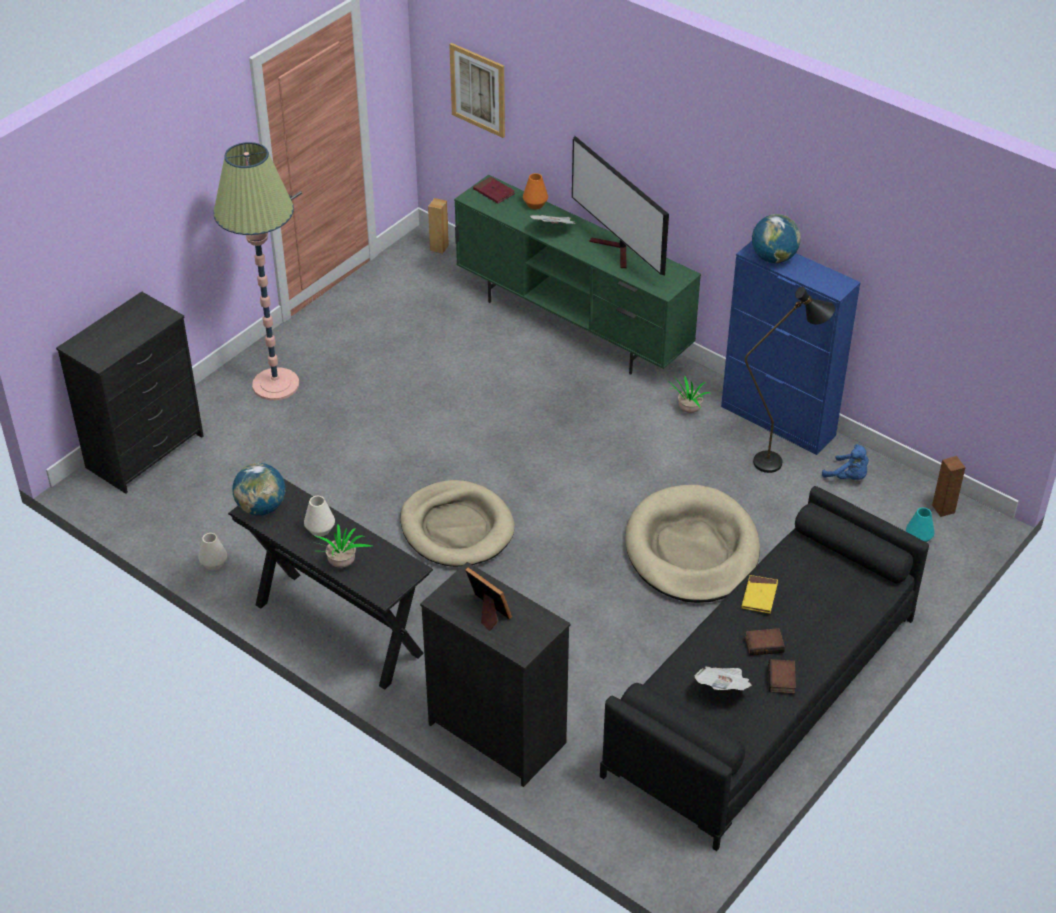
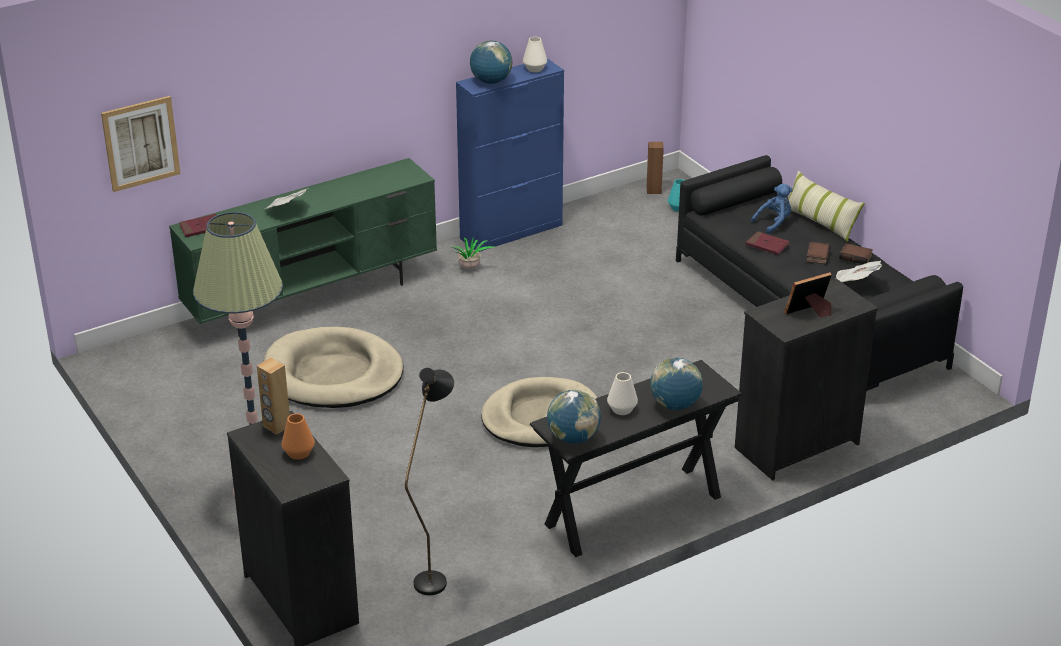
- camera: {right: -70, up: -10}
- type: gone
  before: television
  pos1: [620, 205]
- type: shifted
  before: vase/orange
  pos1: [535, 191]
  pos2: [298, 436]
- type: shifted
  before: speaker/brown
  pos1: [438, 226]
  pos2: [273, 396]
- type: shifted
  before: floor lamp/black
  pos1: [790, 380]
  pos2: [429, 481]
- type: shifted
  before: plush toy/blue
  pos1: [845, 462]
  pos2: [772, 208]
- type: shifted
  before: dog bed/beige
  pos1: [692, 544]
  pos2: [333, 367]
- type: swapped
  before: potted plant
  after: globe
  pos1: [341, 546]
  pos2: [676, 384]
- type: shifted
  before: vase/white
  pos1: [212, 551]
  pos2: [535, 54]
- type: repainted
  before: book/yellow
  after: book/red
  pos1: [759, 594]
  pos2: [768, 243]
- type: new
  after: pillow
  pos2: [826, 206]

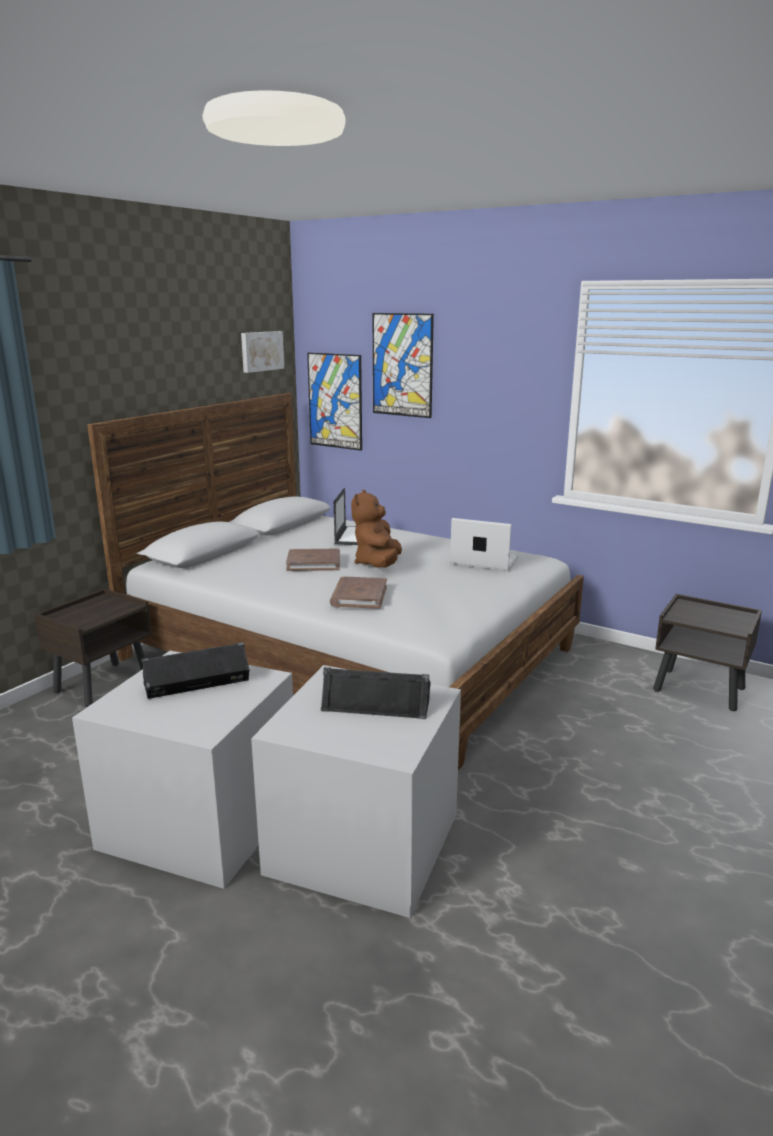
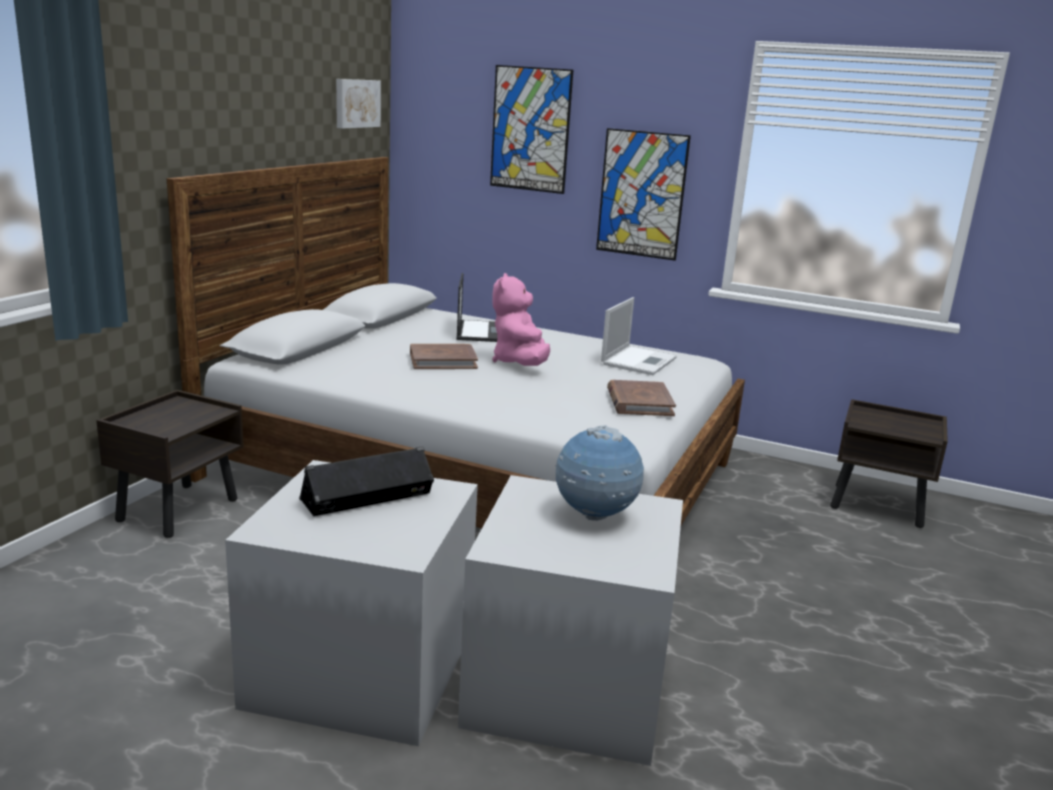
- camera: {right: -10, up: 0}
- type: shifted
  before: picture
  pos1: [334, 402]
  pos2: [643, 194]
- type: repainted
  before: plush toy/brown
  after: plush toy/pink
  pos1: [376, 529]
  pos2: [521, 319]
- type: rotated
  before: laptop
  pos1: [484, 544]
  pos2: [639, 336]
  turn: 105
- type: shifted
  before: book/brown
  pos1: [358, 593]
  pos2: [641, 398]
- type: swapped
  before: speaker/black
  after: globe
  pos1: [376, 693]
  pos2: [600, 473]

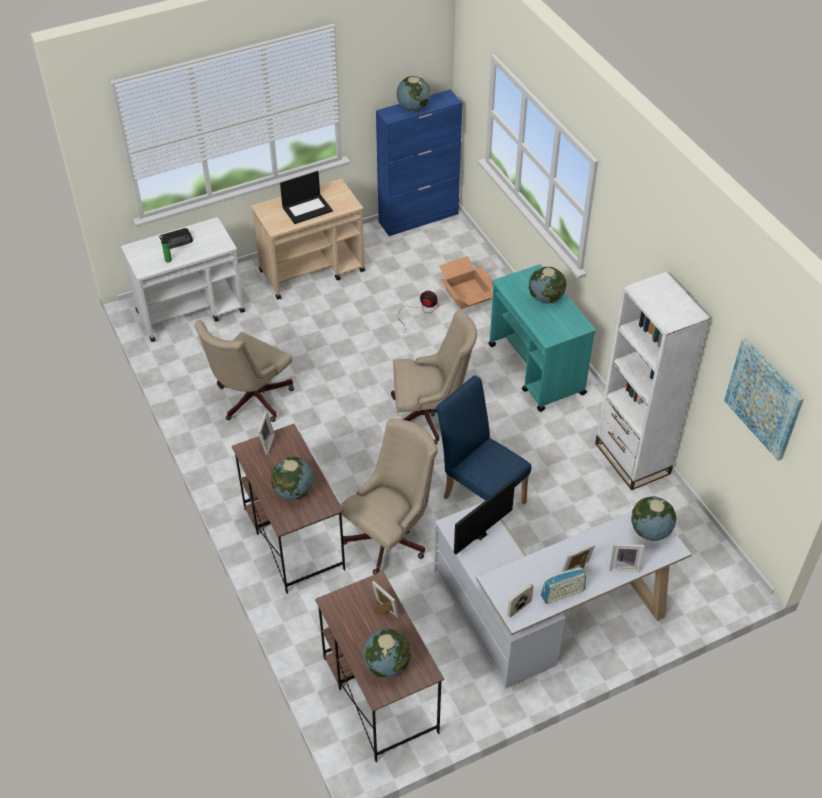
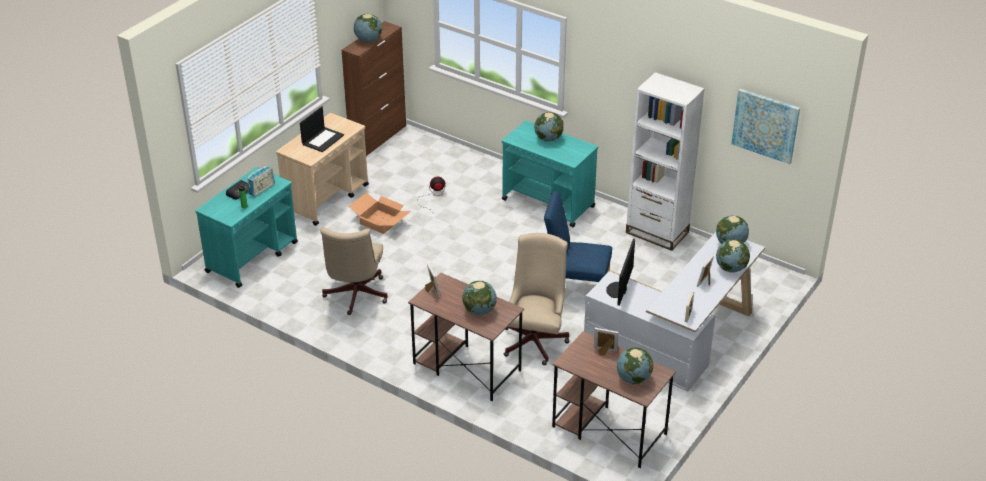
- camera: {right: -30, up: -10}
- type: repainted
  before: cabinet/blue
  after: cabinet/brown
  pos1: [419, 162]
  pos2: [374, 88]
- type: repainted
  before: cart/white
  after: cart/turquoise
  pos1: [183, 279]
  pos2: [246, 227]
- type: shifted
  before: cardboard box
  pos1: [466, 282]
  pos2: [380, 213]
- type: gone
  before: office chair/beige
  pos1: [434, 377]
- type: swapped
  before: picture frame
  after: globe
  pos1: [626, 558]
  pos2: [733, 255]
- type: shifted
  before: radio
  pos1: [563, 585]
  pos2: [261, 181]

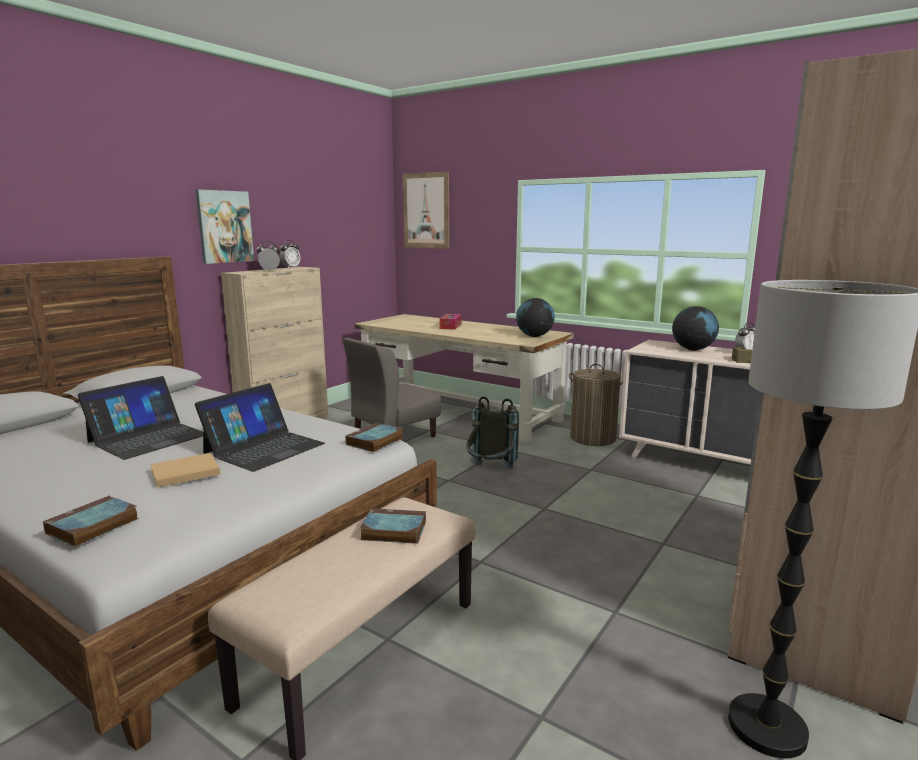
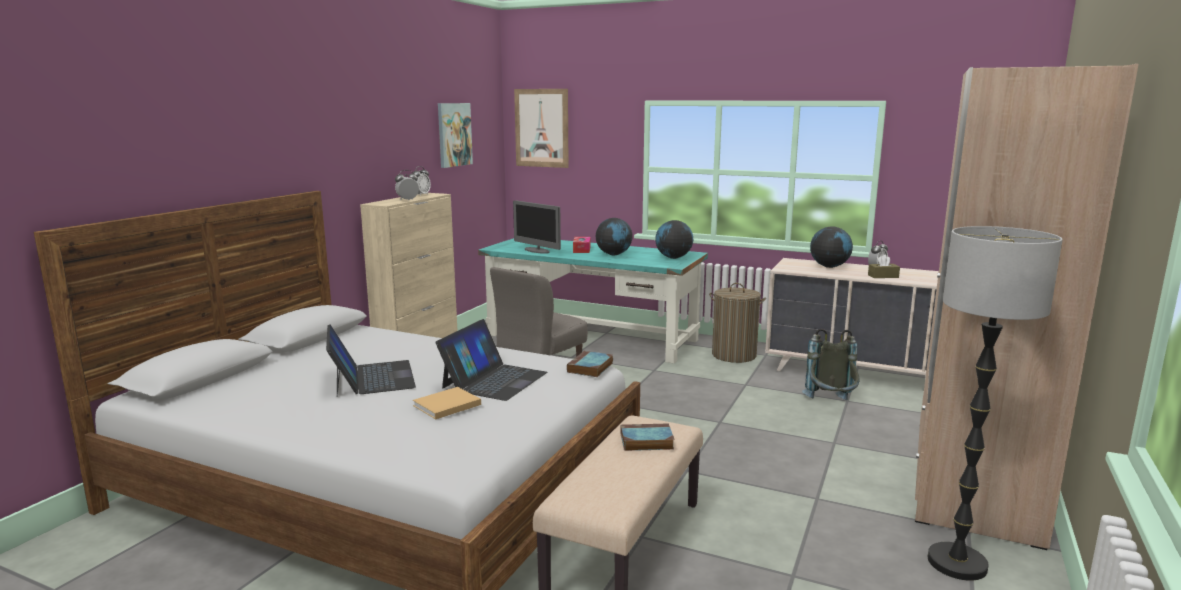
- camera: {right: -10, up: 0}
- type: shifted
  before: picture
  pos1: [225, 226]
  pos2: [455, 135]
- type: repainted
  before: desk/beige
  after: desk/turquoise
  pos1: [464, 378]
  pos2: [593, 301]
- type: rotated
  before: laptop
  pos1: [140, 418]
  pos2: [371, 360]
  turn: -45
- type: shifted
  before: backpack/grey
  pos1: [492, 432]
  pos2: [831, 364]
- type: gone
  before: book
  pos1: [91, 521]
- type: new
  after: monitor
  pos2: [537, 227]
- type: new
  after: globe
  pos2: [614, 236]

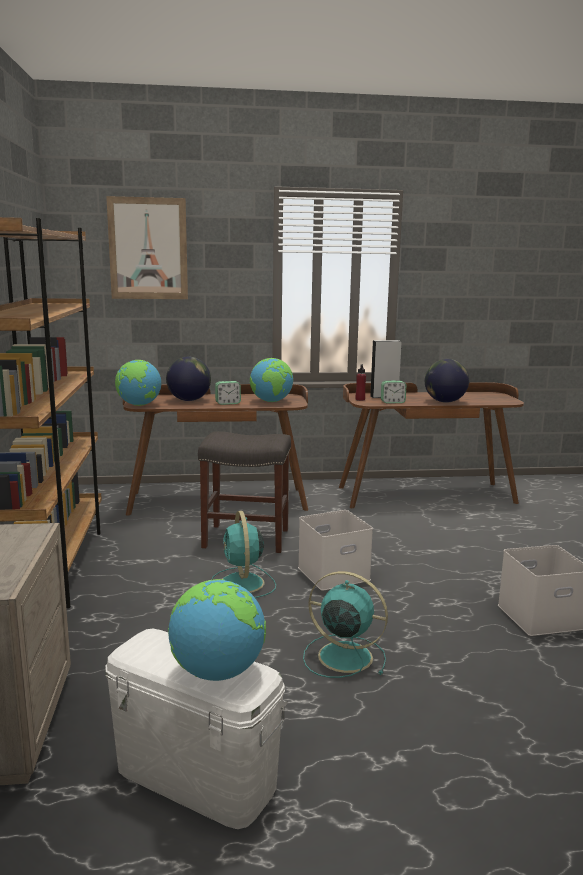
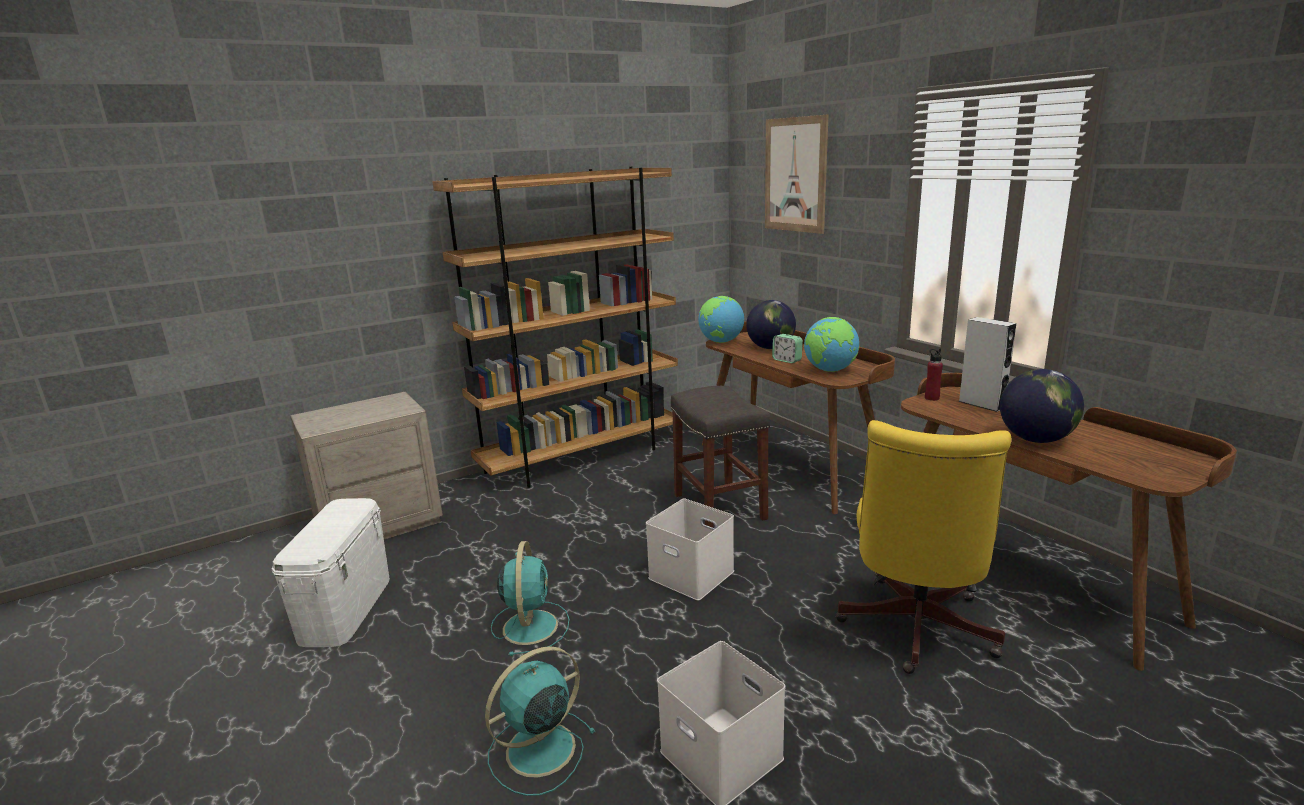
- camera: {right: 65, up: 5}
- type: gone
  before: alarm clock
  pos1: [393, 392]
- type: shifted
  before: fan/turquoise
  pos1: [243, 554]
  pos2: [540, 721]
- type: gone
  before: globe
  pos1: [217, 630]
- type: new
  after: office chair/yellow
  pos2: [923, 547]

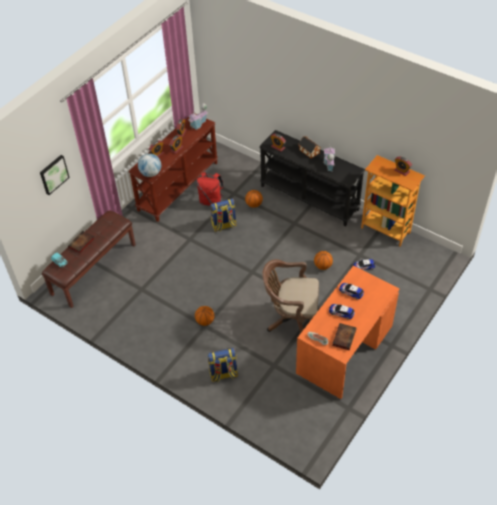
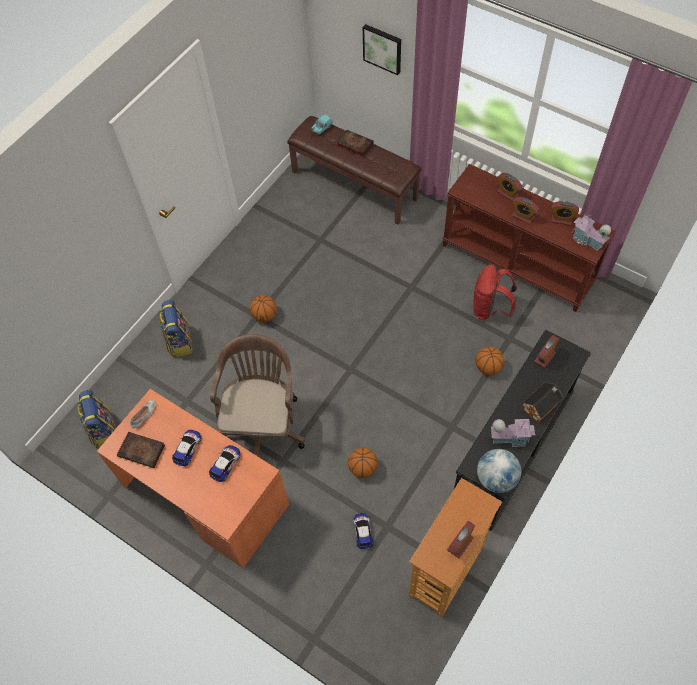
- camera: {right: 90, up: 10}
- type: shifted
  before: globe
  pos1: [149, 165]
  pos2: [499, 471]
- type: shifted
  before: backpack
  pos1: [223, 215]
  pos2: [97, 419]

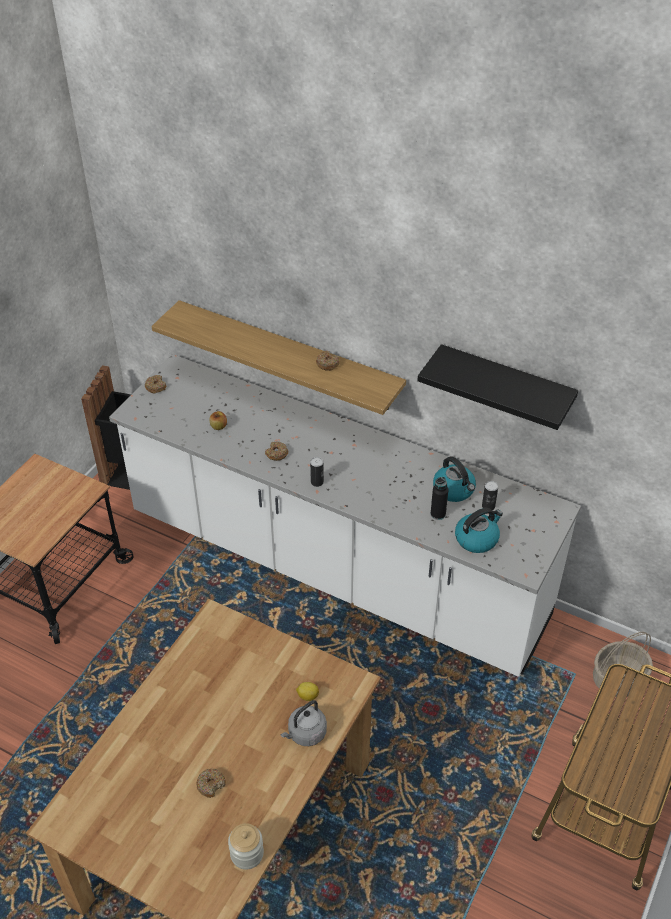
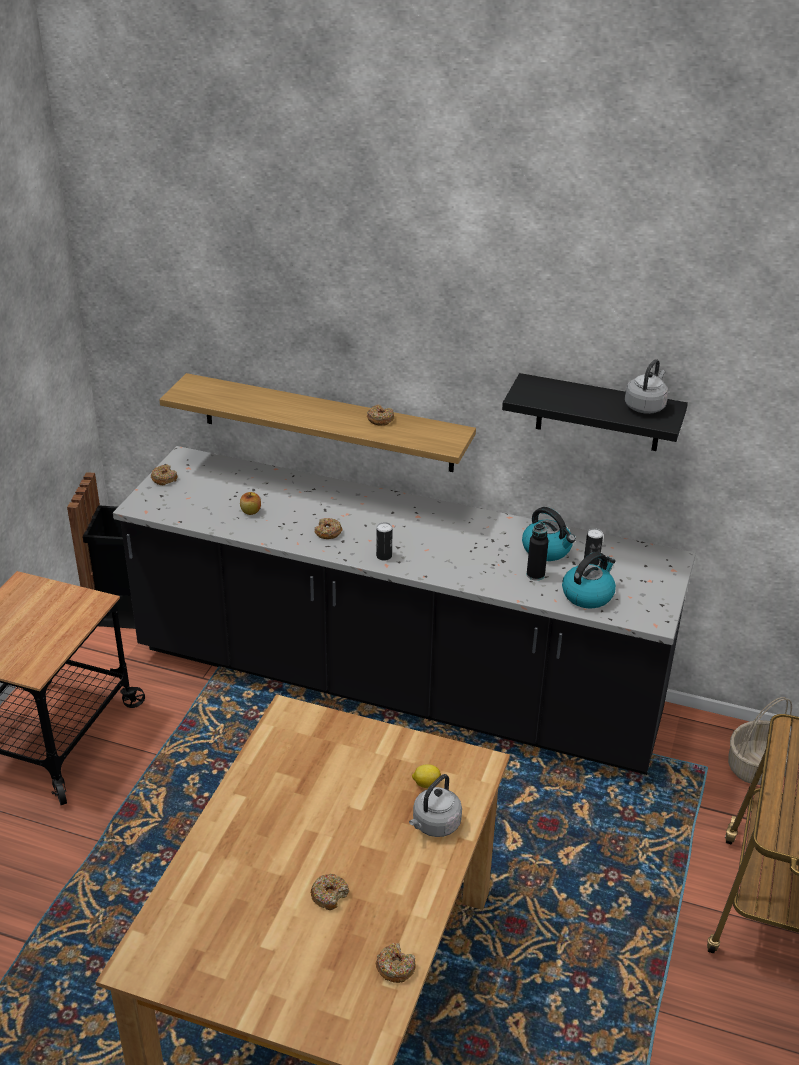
- camera: {right: -10, up: -10}
- type: repainted
  before: counter/white
  after: counter/black
  pos1: [345, 515]
  pos2: [404, 610]
- type: swapped
  before: jar
  after: donut
  pos1: [246, 846]
  pos2: [396, 963]
- type: new
  after: kettle/grey
  pos2: [646, 386]

